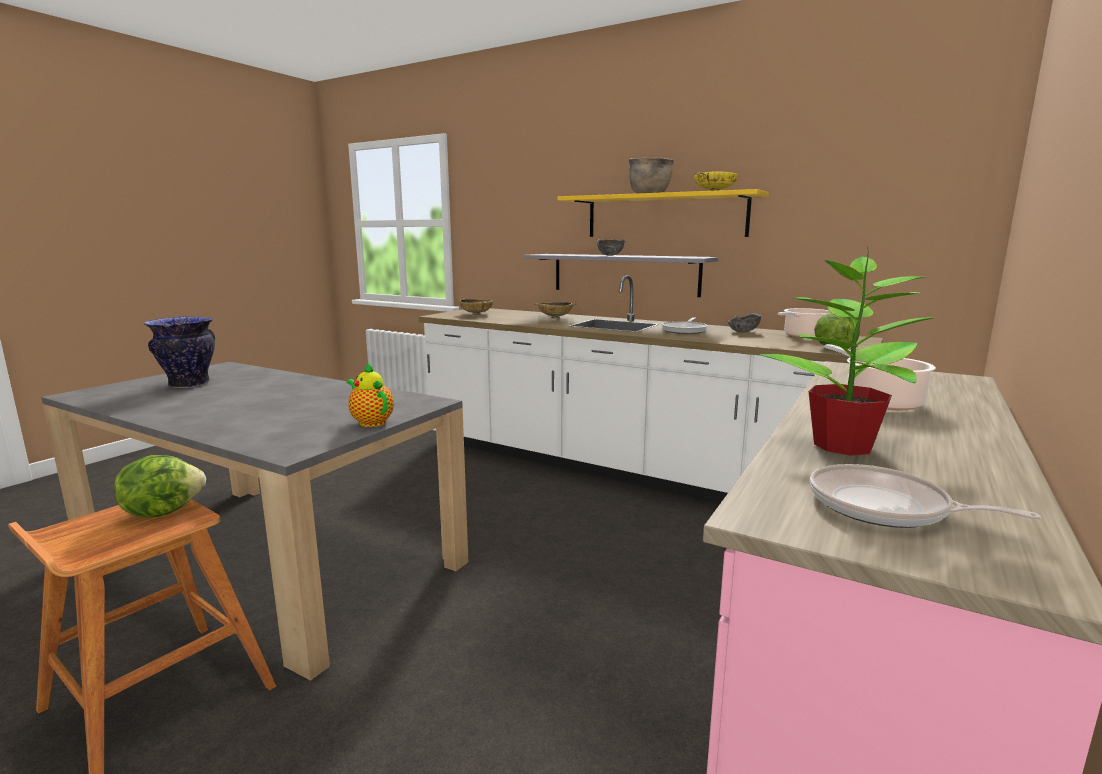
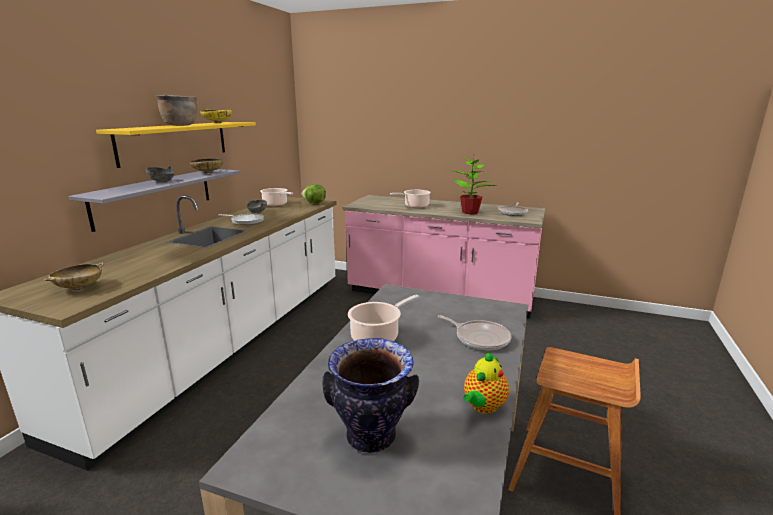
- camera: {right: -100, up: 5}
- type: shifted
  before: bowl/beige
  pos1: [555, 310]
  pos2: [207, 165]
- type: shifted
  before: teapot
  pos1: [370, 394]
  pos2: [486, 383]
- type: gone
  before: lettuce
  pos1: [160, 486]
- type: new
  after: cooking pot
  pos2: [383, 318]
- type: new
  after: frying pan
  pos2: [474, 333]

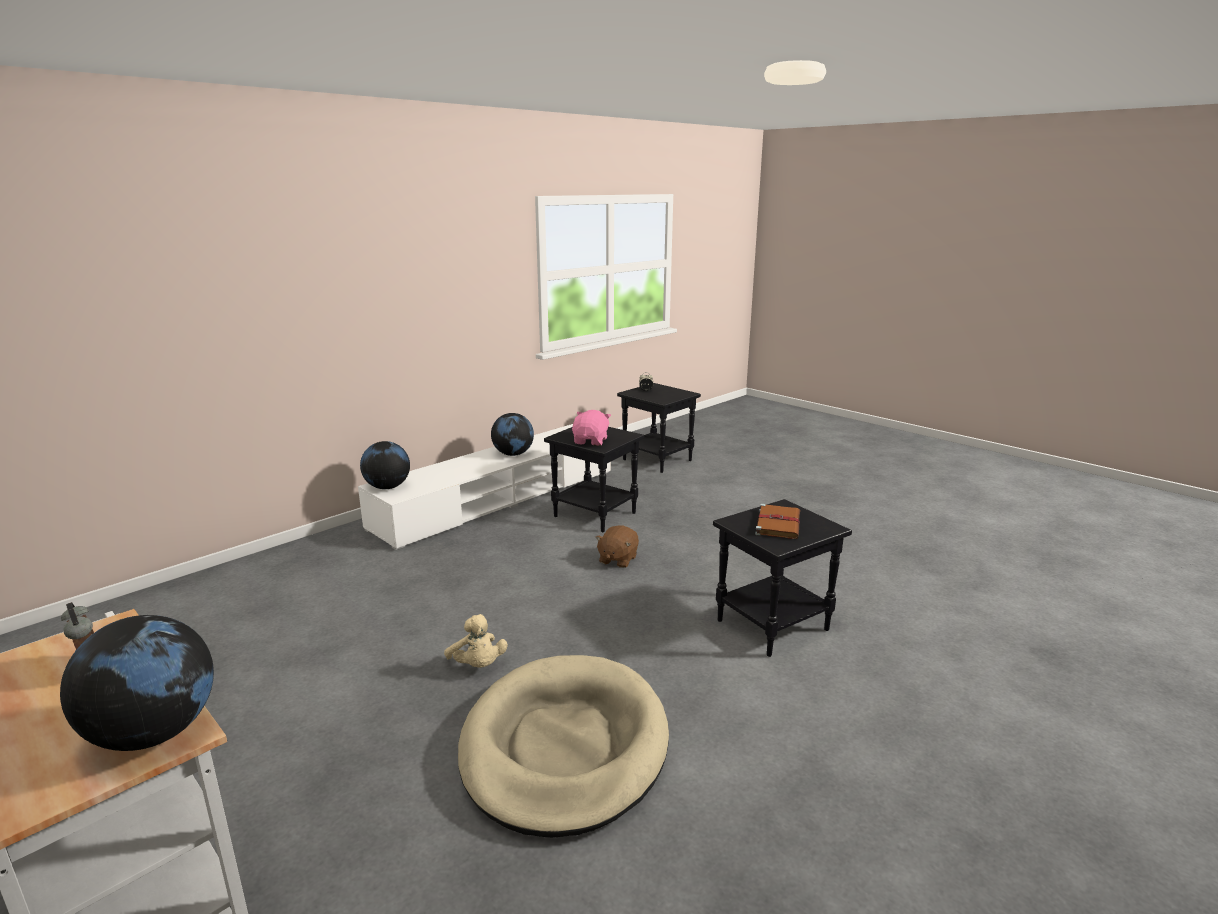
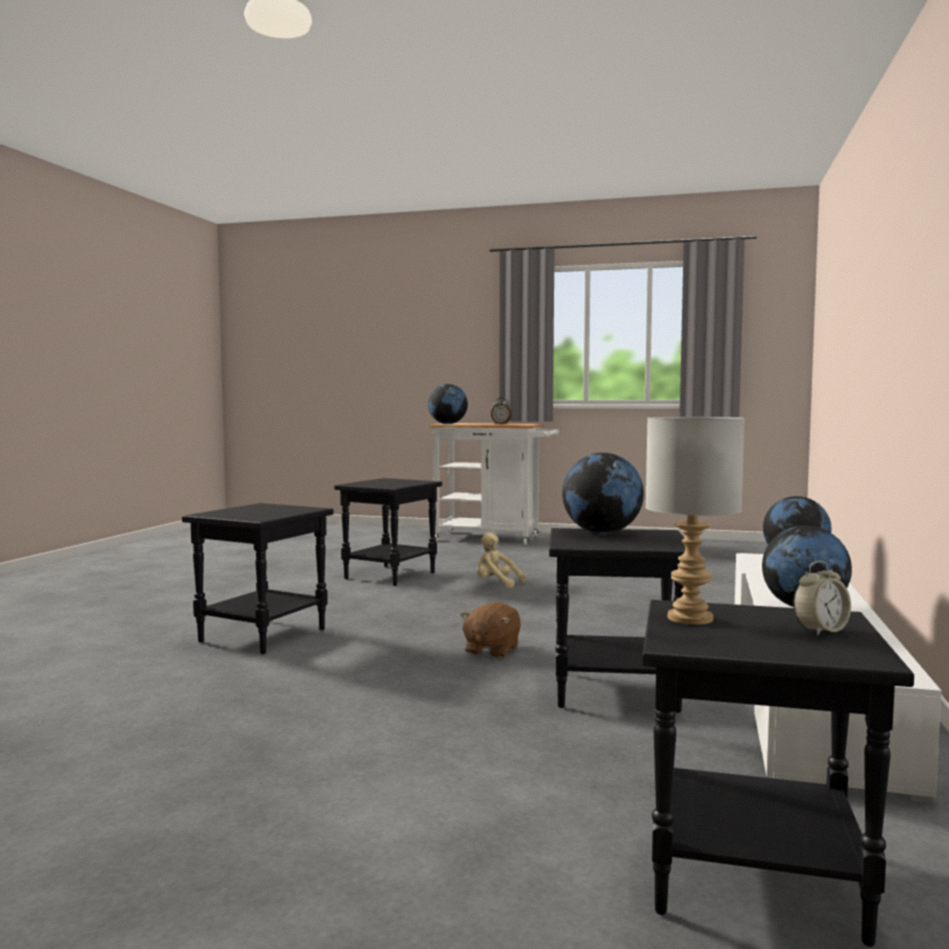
- camera: {right: 150, up: -15}
- type: swapped
  before: plush toy/pink
  after: globe
  pos1: [591, 428]
  pos2: [603, 493]
- type: gone
  before: book/brown
  pos1: [777, 521]
- type: rotated
  before: plush toy/brown
  pos1: [617, 547]
  pos2: [490, 630]
  turn: -150
- type: swapped
  before: dog bed/beige
  after: side table/black
  pos1: [563, 746]
  pos2: [388, 532]
- type: new
  after: table lamp/grey
  pos2: [695, 521]

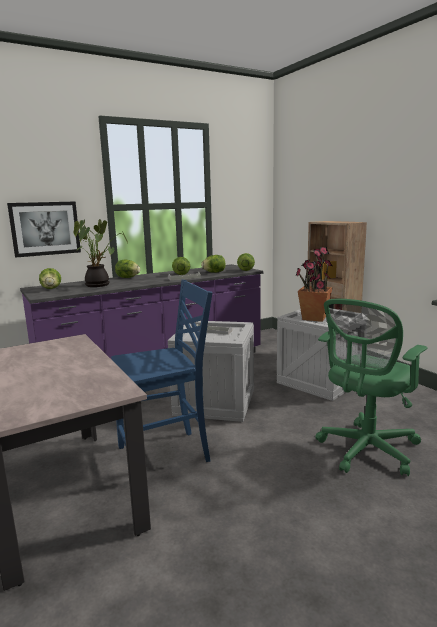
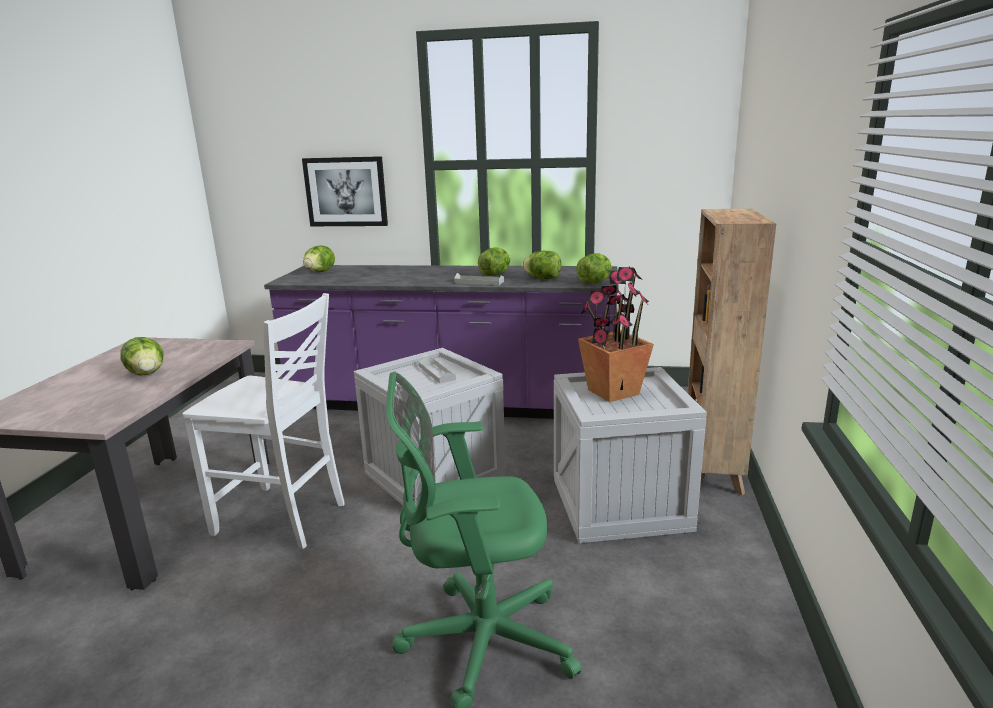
- camera: {right: 40, up: 5}
- type: gone
  before: potted plant
  pos1: [101, 253]
- type: shifted
  before: lettuce
  pos1: [127, 269]
  pos2: [141, 356]
- type: repainted
  before: chair/blue
  after: chair/white
  pos1: [161, 371]
  pos2: [263, 421]

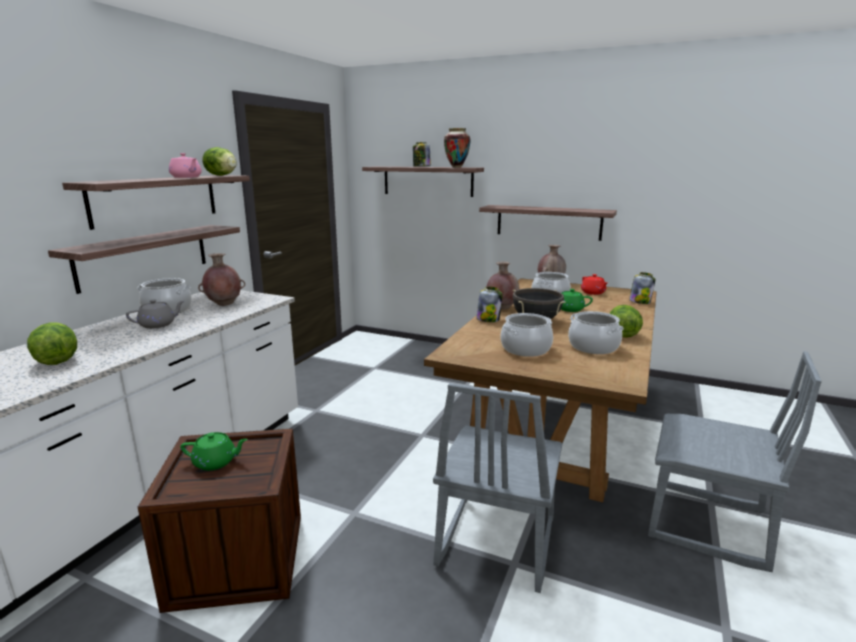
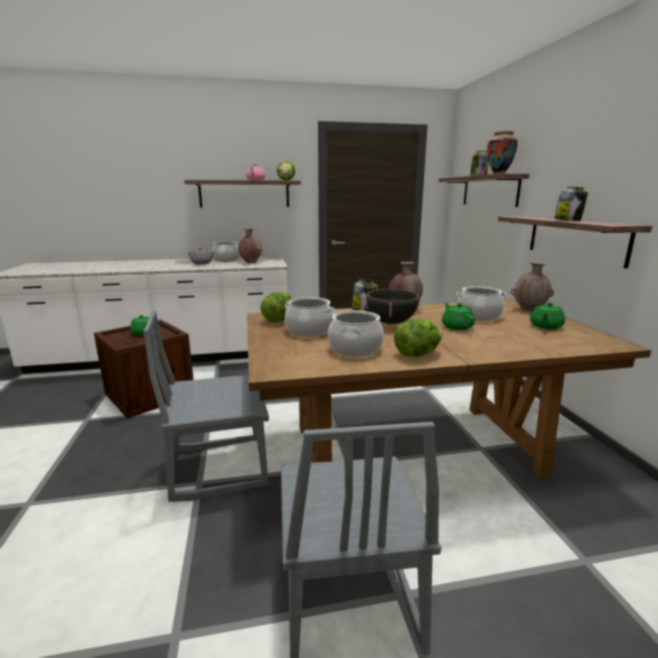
- camera: {right: 55, up: 0}
- type: gone
  before: shelf
  pos1: [144, 259]
- type: shifted
  before: jar
  pos1: [642, 288]
  pos2: [571, 203]
- type: repainted
  before: teapot/red
  after: teapot/green
  pos1: [594, 284]
  pos2: [547, 315]
- type: shifted
  before: lettuce
  pos1: [52, 344]
  pos2: [276, 307]

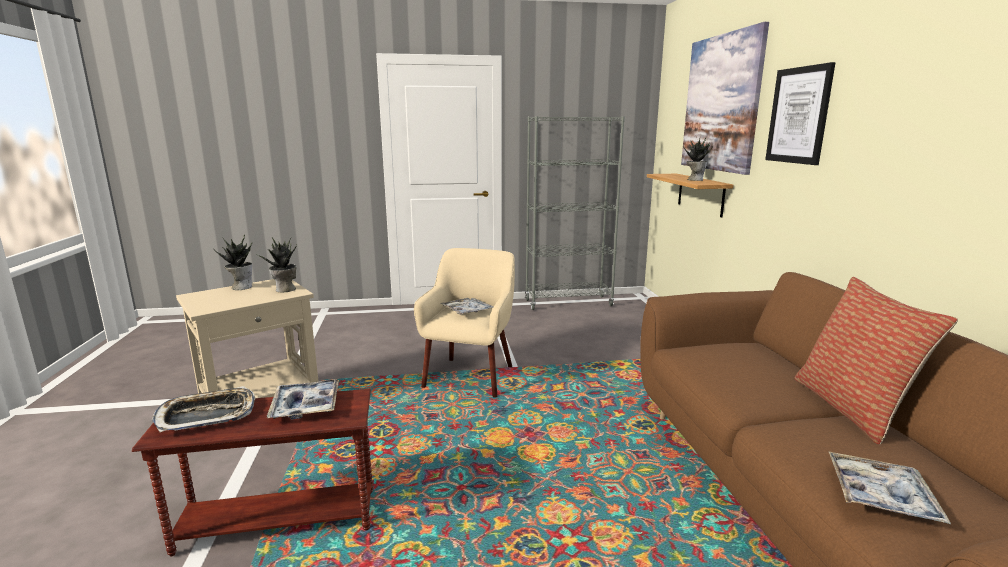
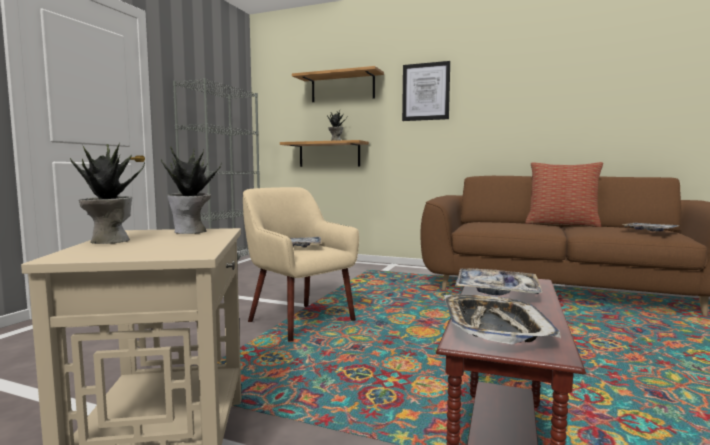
- camera: {right: -60, up: -10}
- type: swapped
  before: picture
  after: shelf
  pos1: [725, 98]
  pos2: [338, 84]

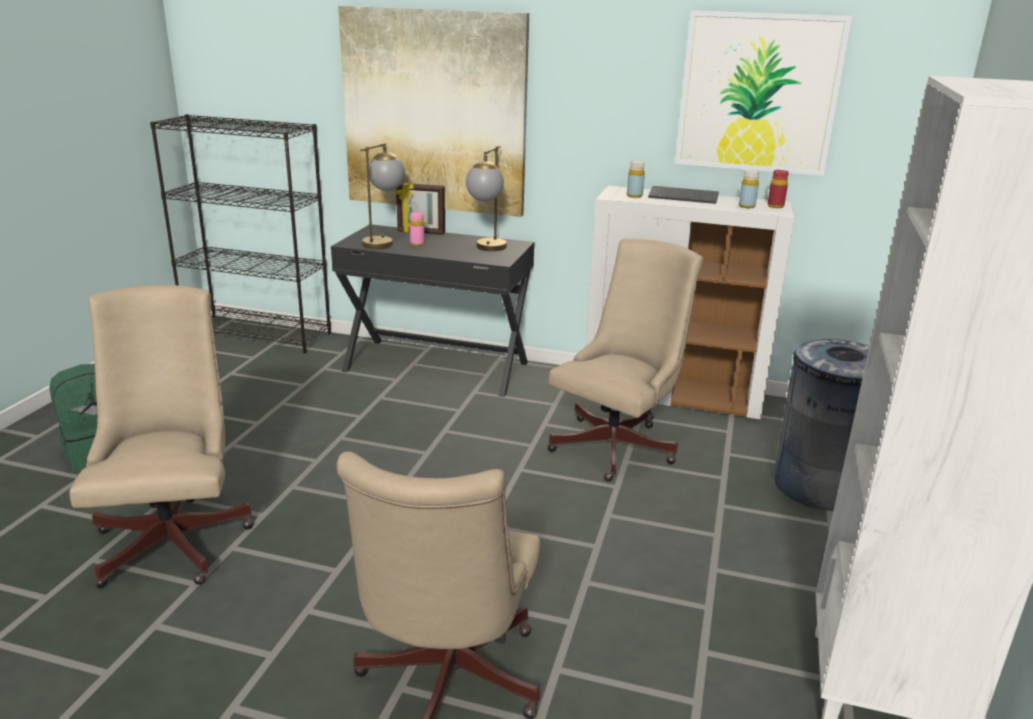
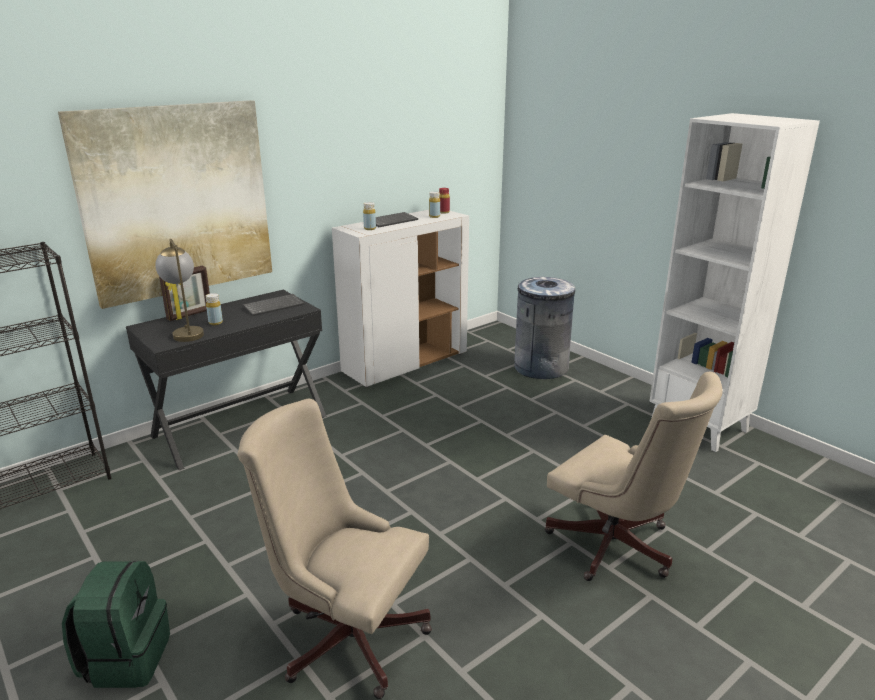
- camera: {right: -55, up: 0}
- type: gone
  before: picture
  pos1: [763, 93]
- type: swapped
  before: table lamp
  after: keyboard
  pos1: [486, 198]
  pos2: [273, 305]
- type: repainted
  before: bottle/pink
  after: bottle/yellow
  pos1: [417, 229]
  pos2: [214, 309]
- type: gone
  before: office chair/beige
  pos1: [625, 359]

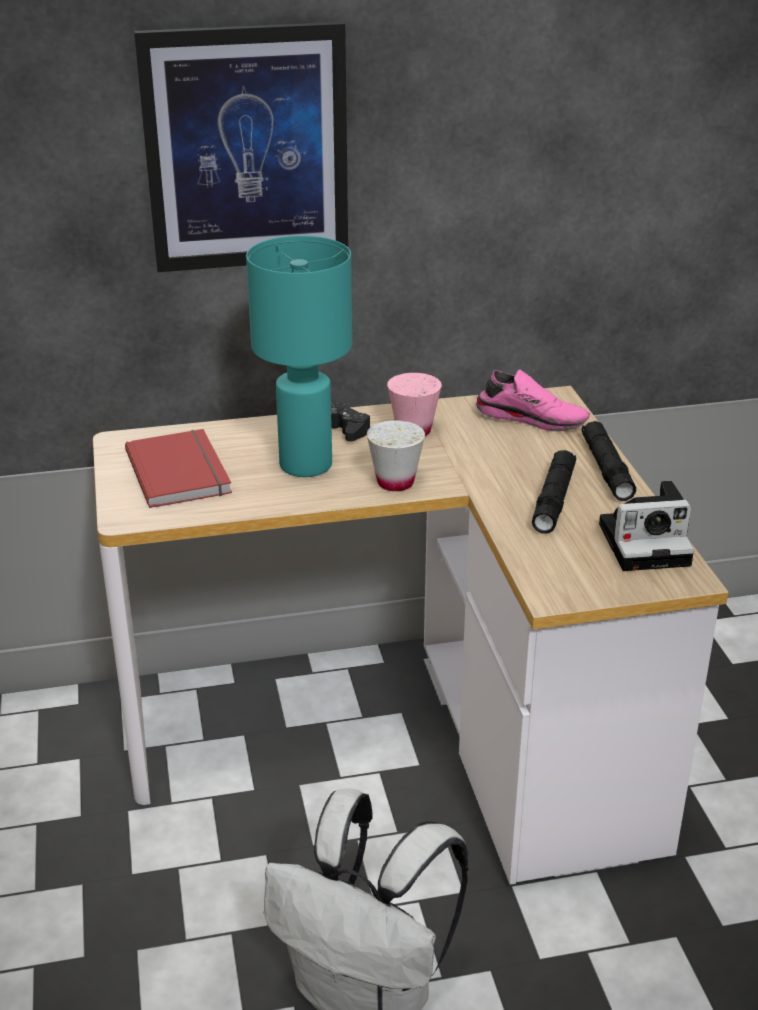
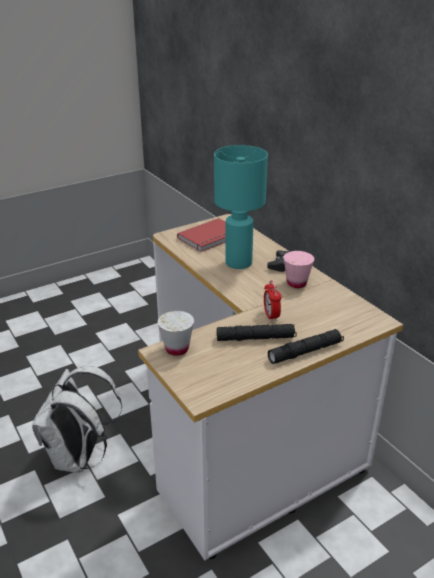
- camera: {right: 70, up: 0}
- type: gone
  before: picture
  pos1: [241, 147]
- type: gone
  before: shoe/pink
  pos1: [532, 401]
- type: shifted
  before: cup/white
  pos1: [396, 455]
  pos2: [176, 333]
- type: gone
  before: photo camera
  pos1: [646, 526]
- type: new
  after: alarm clock
  pos2: [272, 301]

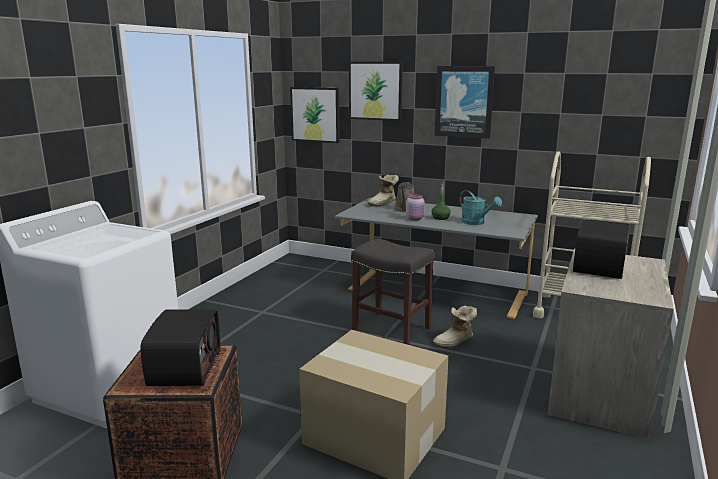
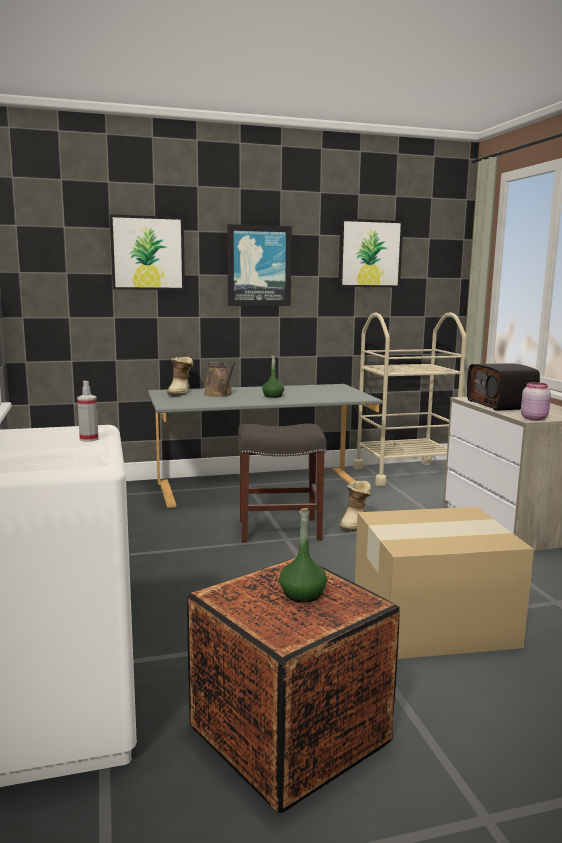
- camera: {right: -40, up: -5}
- type: shifted
  before: picture
  pos1: [315, 115]
  pos2: [370, 253]
- type: gone
  before: watering can/turquoise
  pos1: [481, 207]
- type: shifted
  before: jar/pink
  pos1: [415, 207]
  pos2: [536, 401]
- type: swapped
  before: radio
  after: bottle/green
  pos1: [180, 347]
  pos2: [303, 555]
- type: new
  after: spray bottle
  pos2: [88, 411]

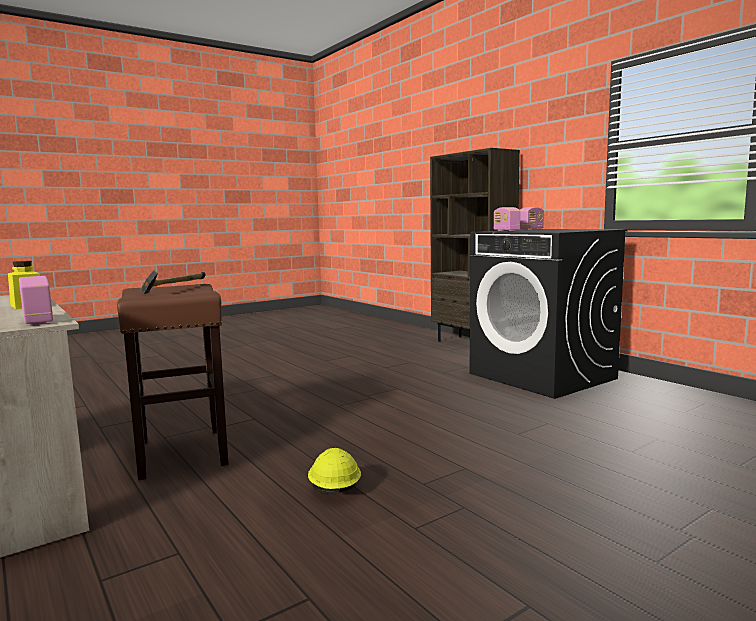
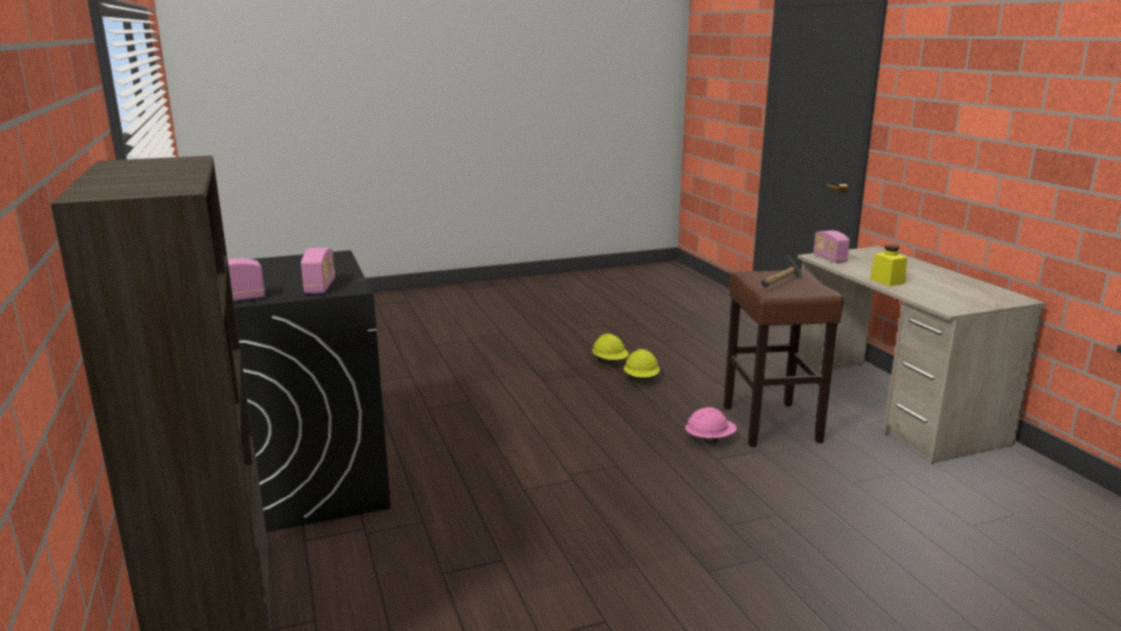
- camera: {right: -165, up: 10}
- type: new
  after: hard hat/yellow
  pos2: [610, 348]
- type: new
  after: hard hat/pink
  pos2: [711, 426]

